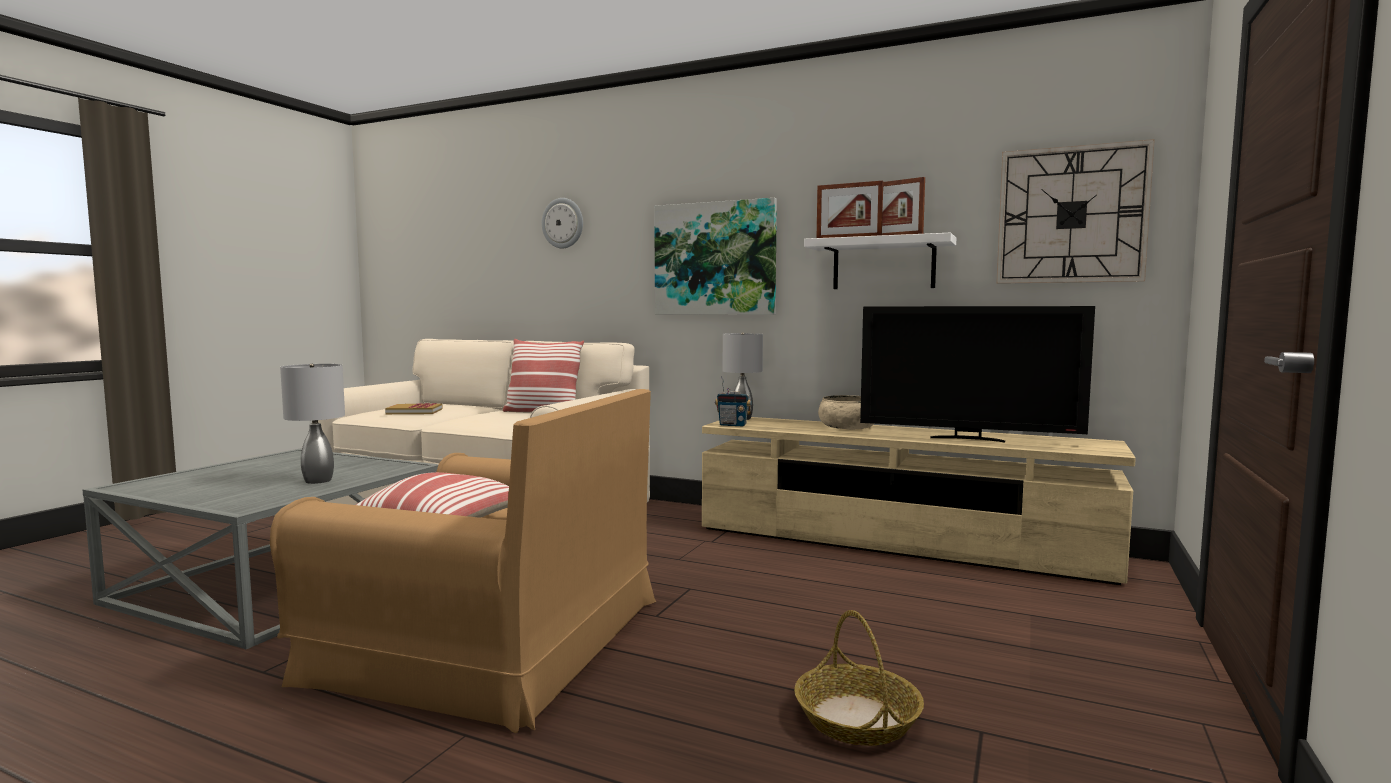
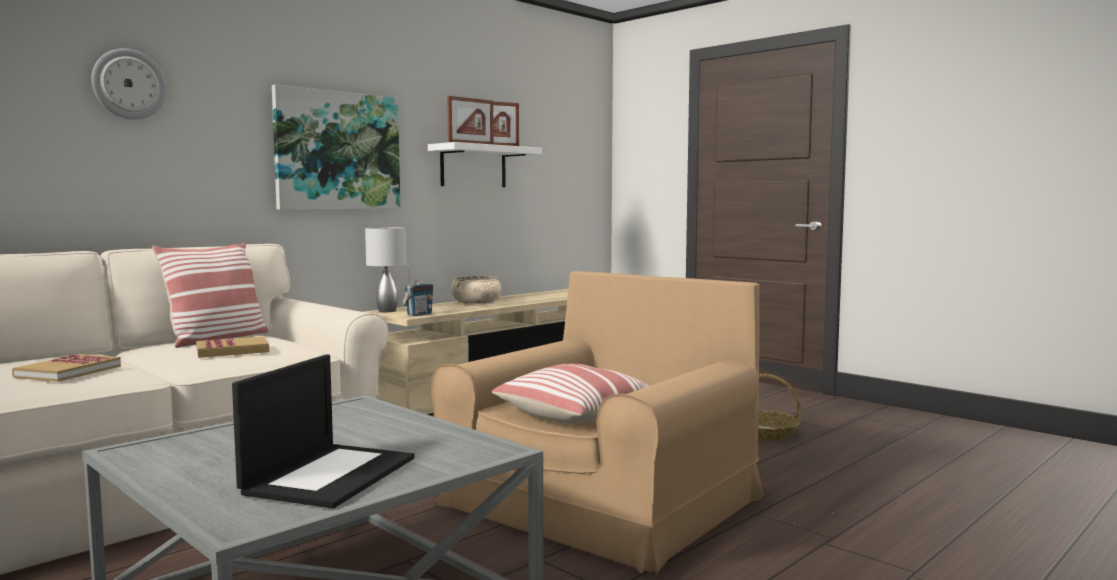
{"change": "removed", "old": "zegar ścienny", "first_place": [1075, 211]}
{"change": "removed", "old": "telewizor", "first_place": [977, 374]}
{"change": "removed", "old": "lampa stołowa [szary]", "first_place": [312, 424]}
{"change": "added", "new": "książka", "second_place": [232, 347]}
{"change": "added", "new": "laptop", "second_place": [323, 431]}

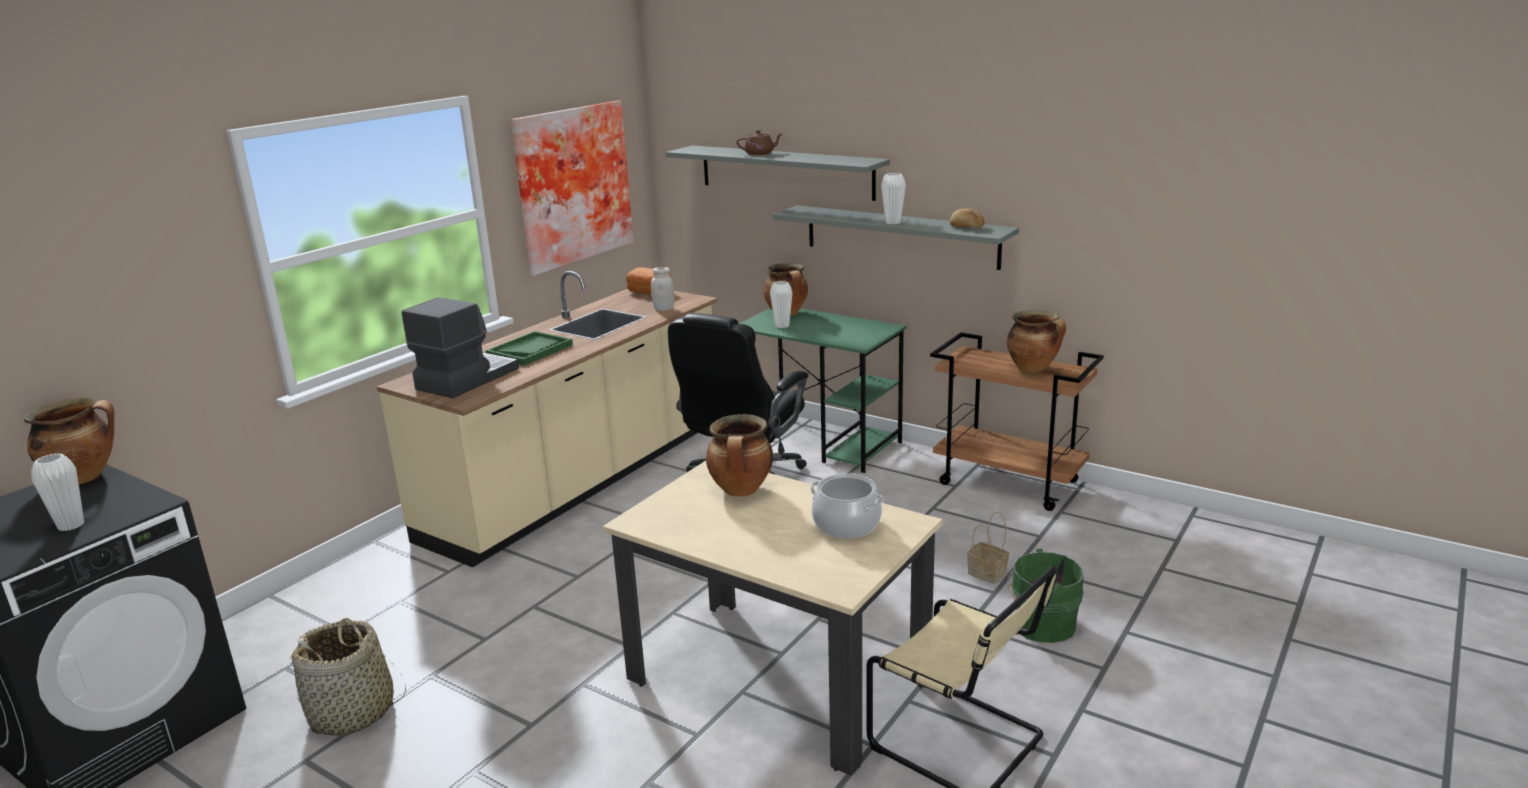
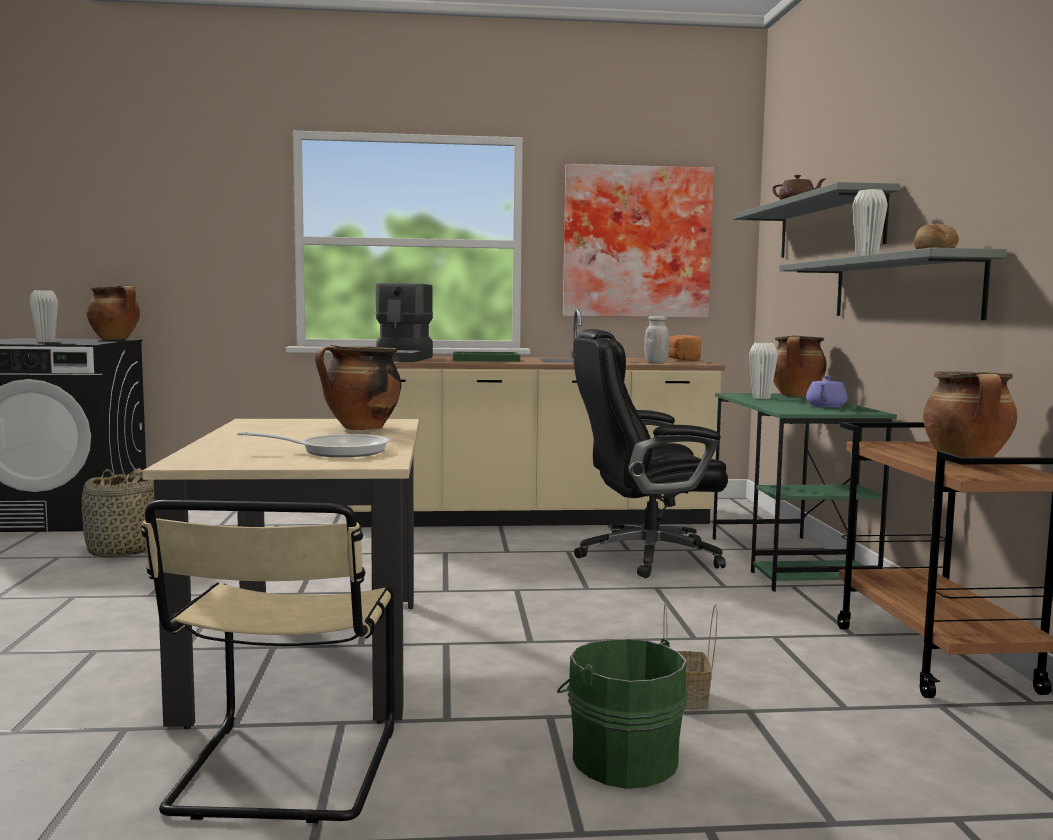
{"change": "turned", "old": "ekspres do kawy", "first_place": [460, 347], "second_place": [404, 322], "degrees": 105}
{"change": "replaced", "old": "garnek", "new": "patelnia", "first_place": [847, 506], "second_place": [313, 444]}
{"change": "added", "new": "imbryk [fioletowy]", "second_place": [827, 391]}

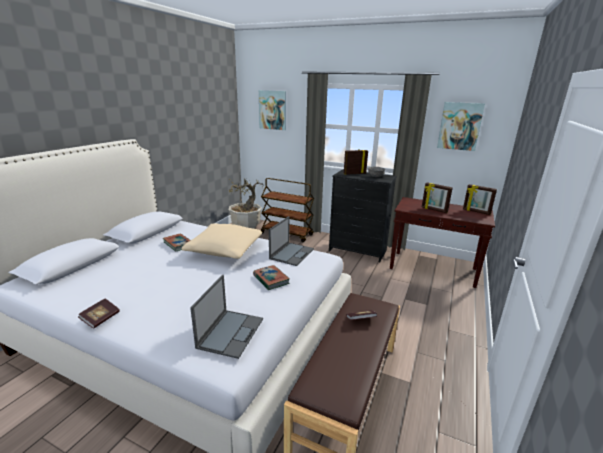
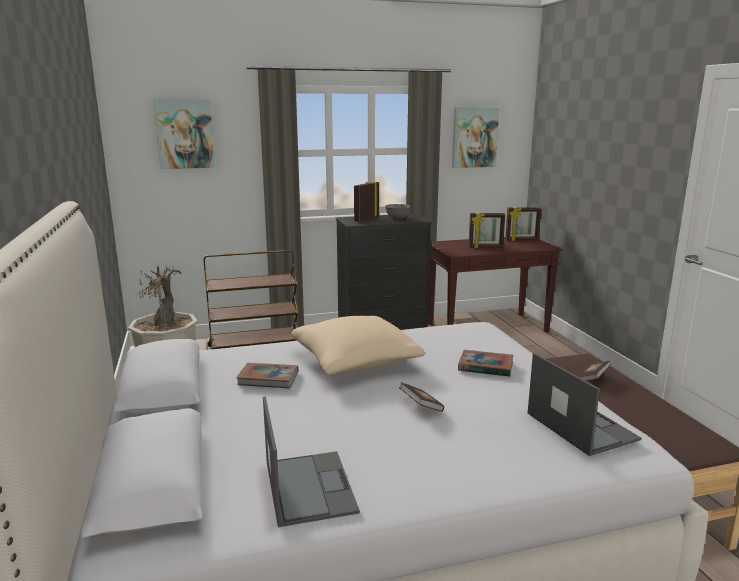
{"change": "moved", "old": "laptop", "first_place": [291, 241], "second_place": [311, 462]}
{"change": "moved", "old": "książka", "first_place": [99, 314], "second_place": [421, 397]}

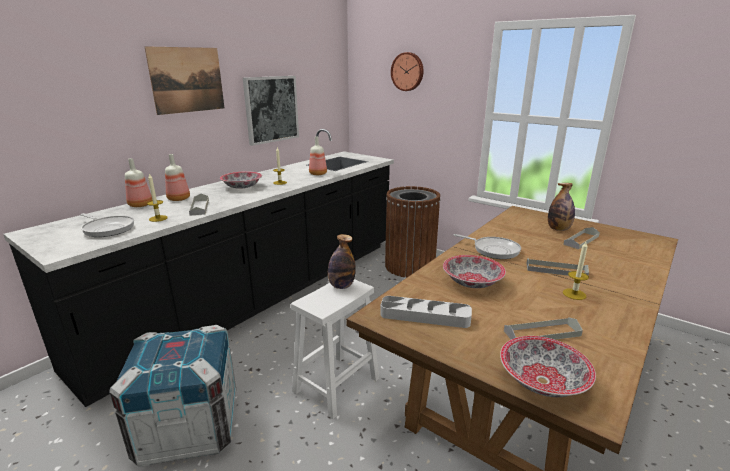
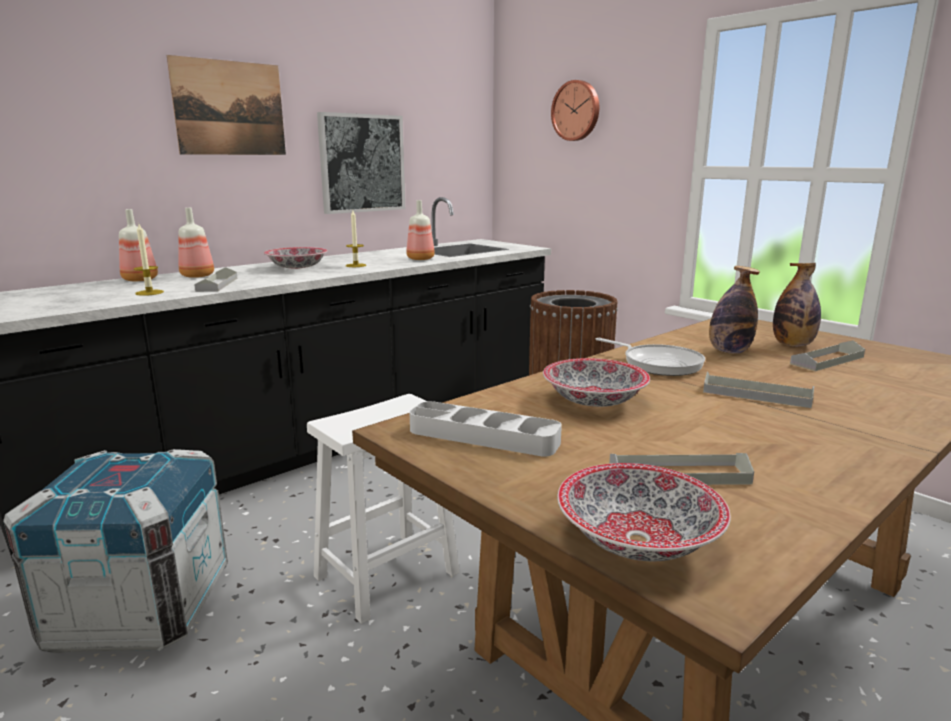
{"change": "removed", "old": "patelnia", "first_place": [107, 225]}
{"change": "moved", "old": "butelka", "first_place": [342, 261], "second_place": [734, 310]}
{"change": "removed", "old": "świeca", "first_place": [576, 271]}

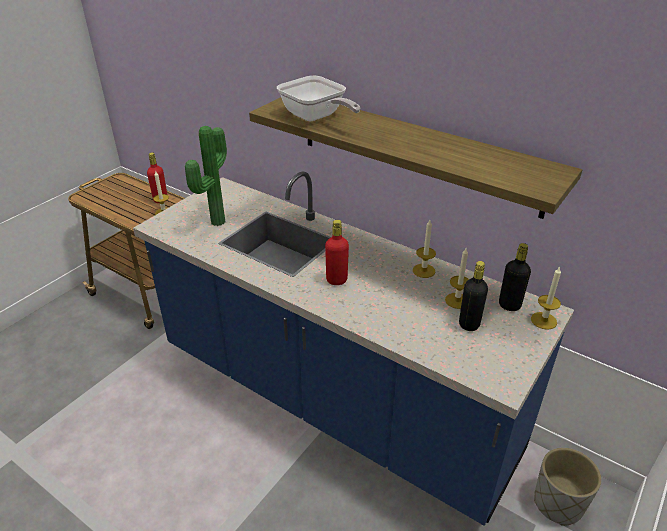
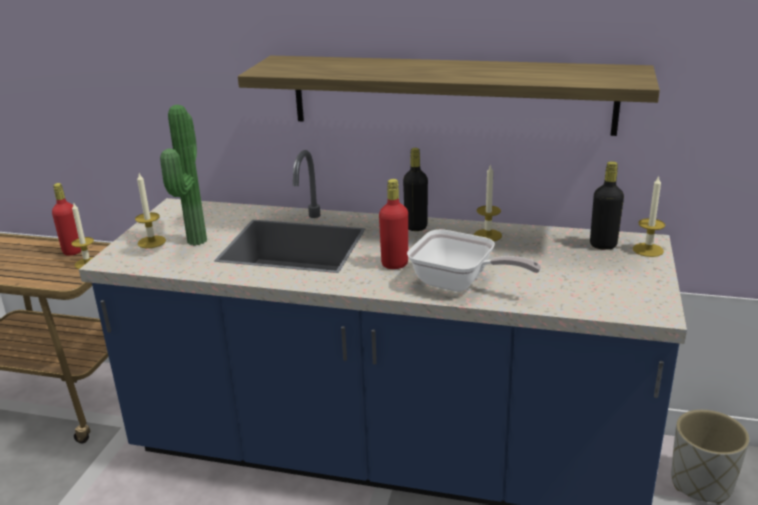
{"change": "moved", "old": "patelnia", "first_place": [318, 98], "second_place": [474, 260]}
{"change": "moved", "old": "świeca", "first_place": [457, 278], "second_place": [150, 210]}
{"change": "moved", "old": "butelka [czarny]", "first_place": [473, 296], "second_place": [415, 189]}

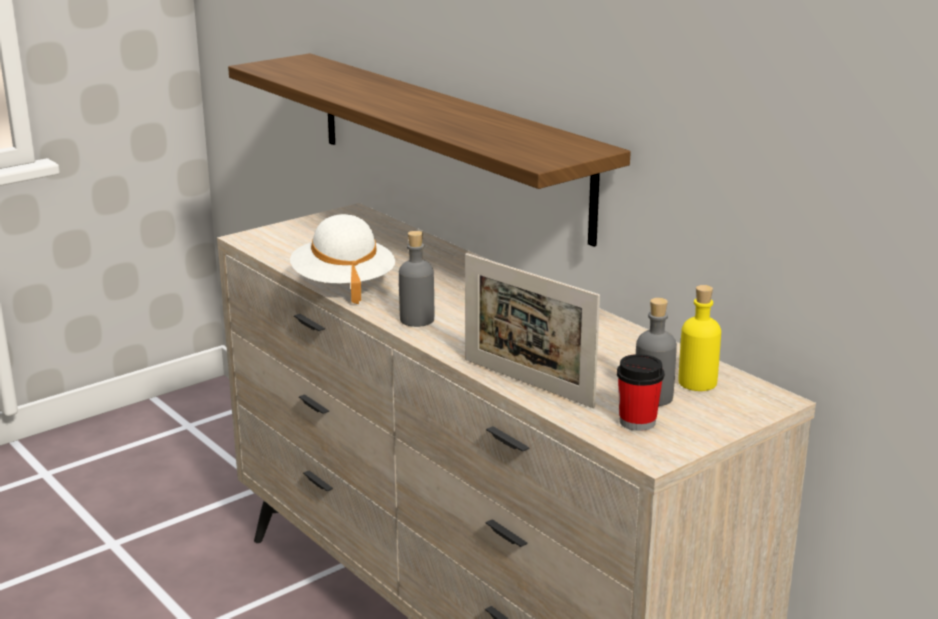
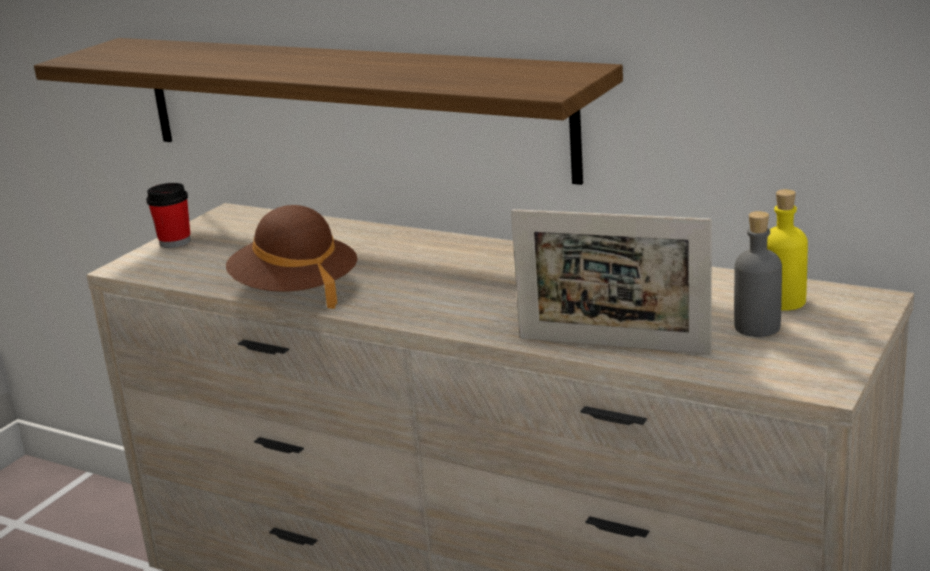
{"change": "recoloured", "old": "kapelusz [biały]", "new": "kapelusz [brązowy]", "first_place": [342, 259], "second_place": [292, 257]}
{"change": "removed", "old": "butelka [szary]", "first_place": [416, 279]}
{"change": "moved", "old": "filiżanka", "first_place": [640, 392], "second_place": [168, 215]}

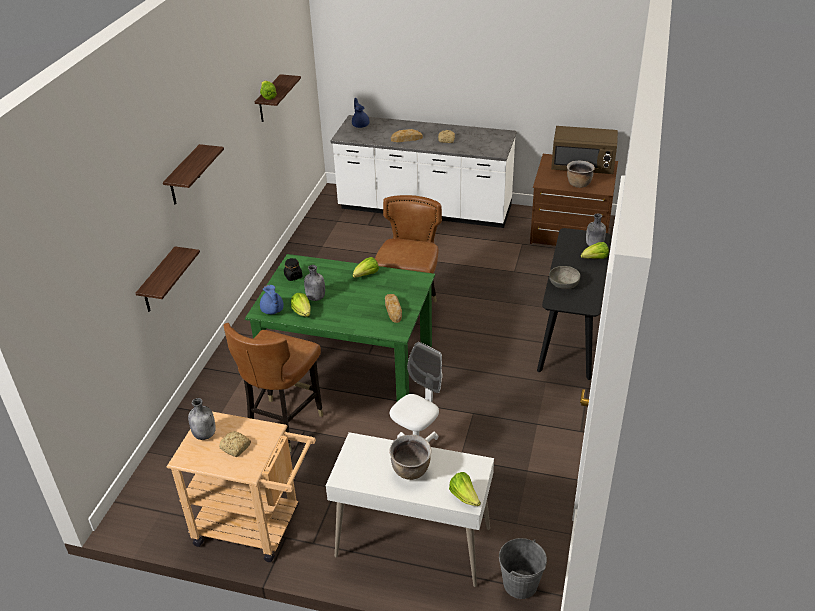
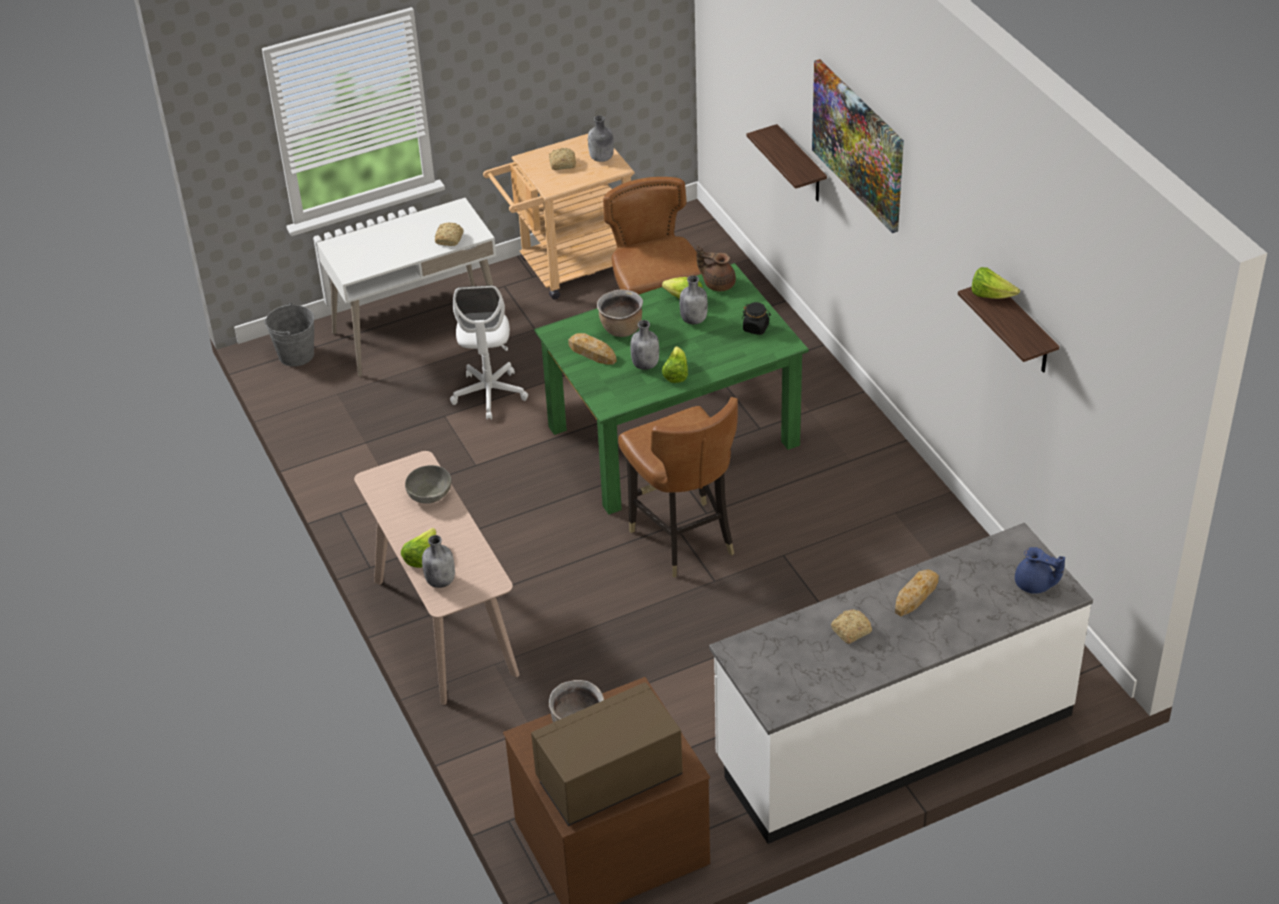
{"change": "replaced", "old": "półka", "new": "obraz", "first_place": [193, 174], "second_place": [858, 146]}
{"change": "recoloured", "old": "stolik konsolowy [czarny]", "new": "stolik konsolowy [beżowy]", "first_place": [574, 304], "second_place": [437, 578]}
{"change": "recoloured", "old": "imbryk [niebieski]", "new": "imbryk [brązowy]", "first_place": [272, 299], "second_place": [716, 268]}
{"change": "moved", "old": "garnek [brązowy]", "first_place": [410, 457], "second_place": [620, 313]}
{"change": "removed", "old": "sałata", "first_place": [465, 489]}
{"change": "added", "new": "chleb", "second_place": [449, 234]}
{"change": "added", "new": "butelka [szary]", "second_place": [644, 345]}

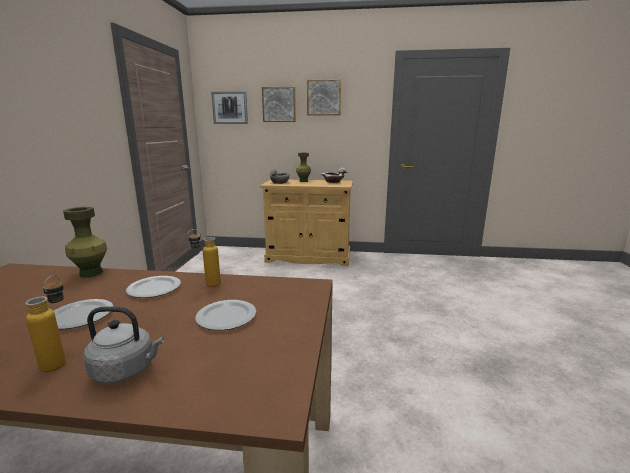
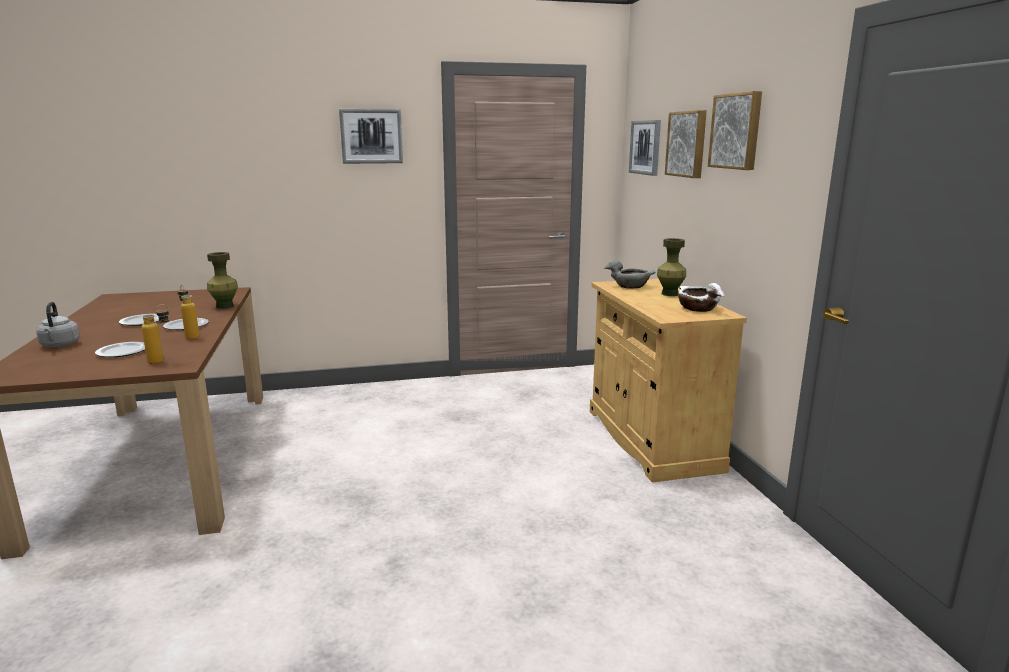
{"change": "moved", "old": "butelka", "first_place": [45, 323], "second_place": [155, 334]}
{"change": "added", "new": "obraz", "second_place": [371, 136]}

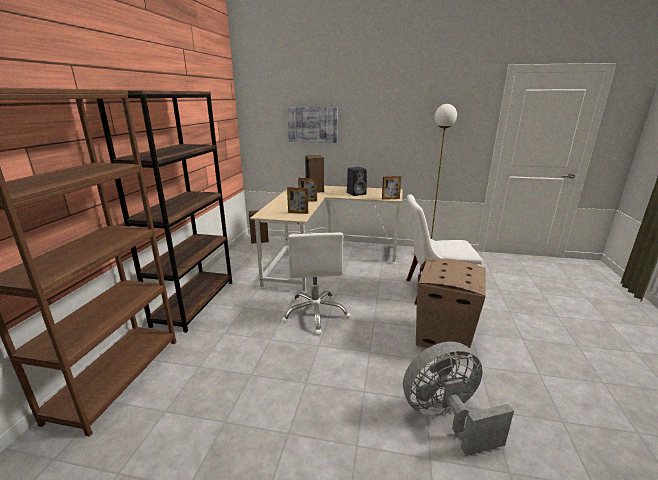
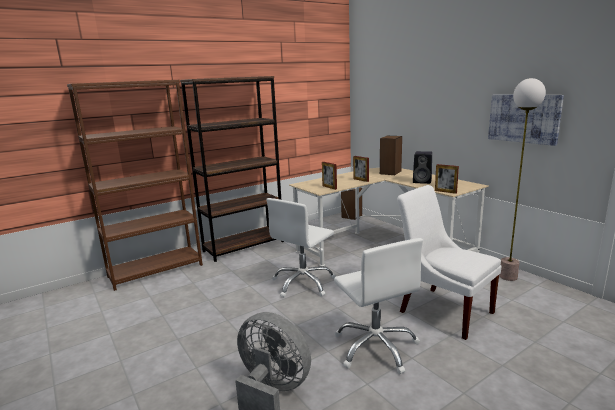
{"change": "moved", "old": "obraz", "first_place": [312, 125], "second_place": [526, 120]}
{"change": "replaced", "old": "karton", "new": "krzesło biurowe [biały]", "first_place": [451, 307], "second_place": [378, 306]}

